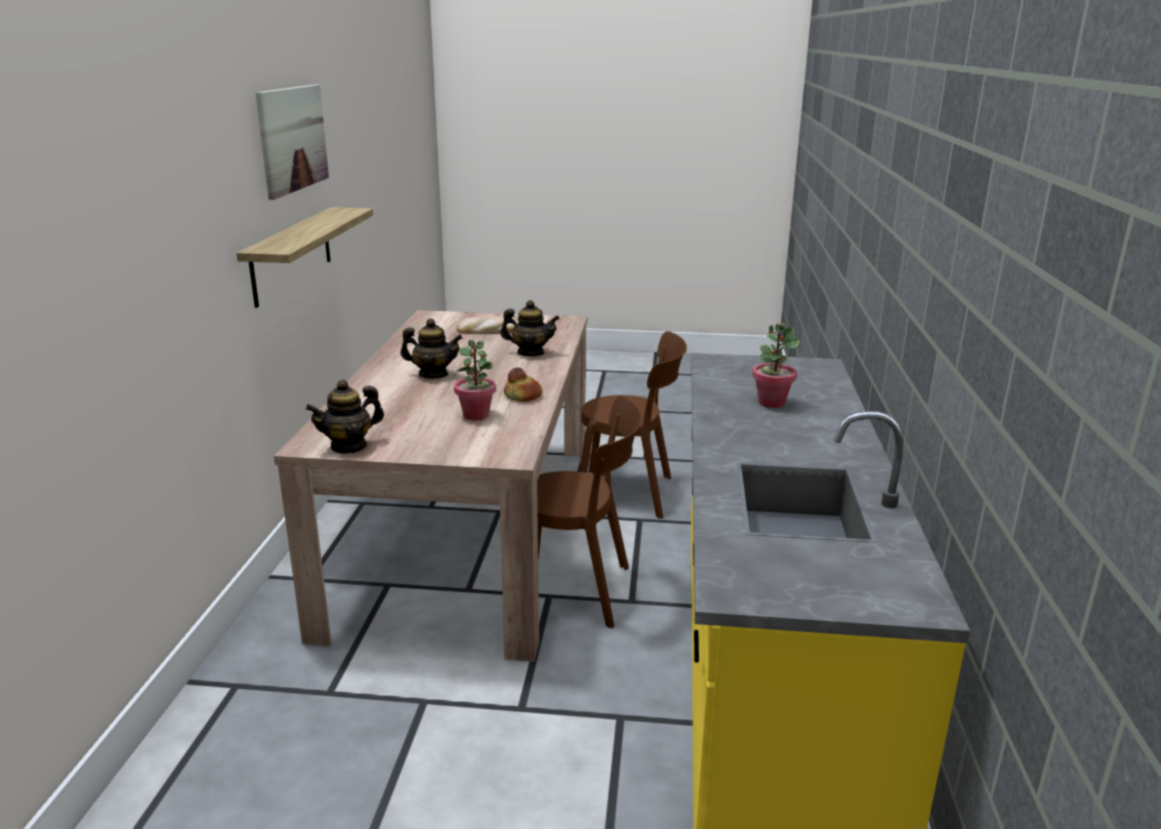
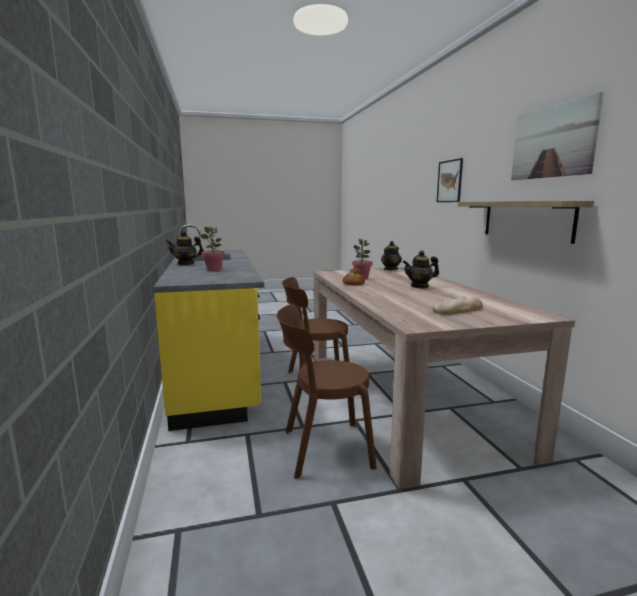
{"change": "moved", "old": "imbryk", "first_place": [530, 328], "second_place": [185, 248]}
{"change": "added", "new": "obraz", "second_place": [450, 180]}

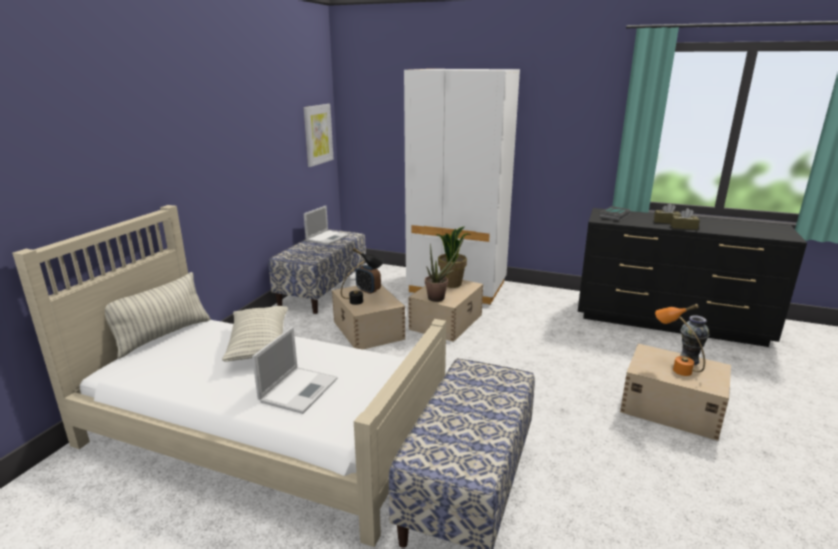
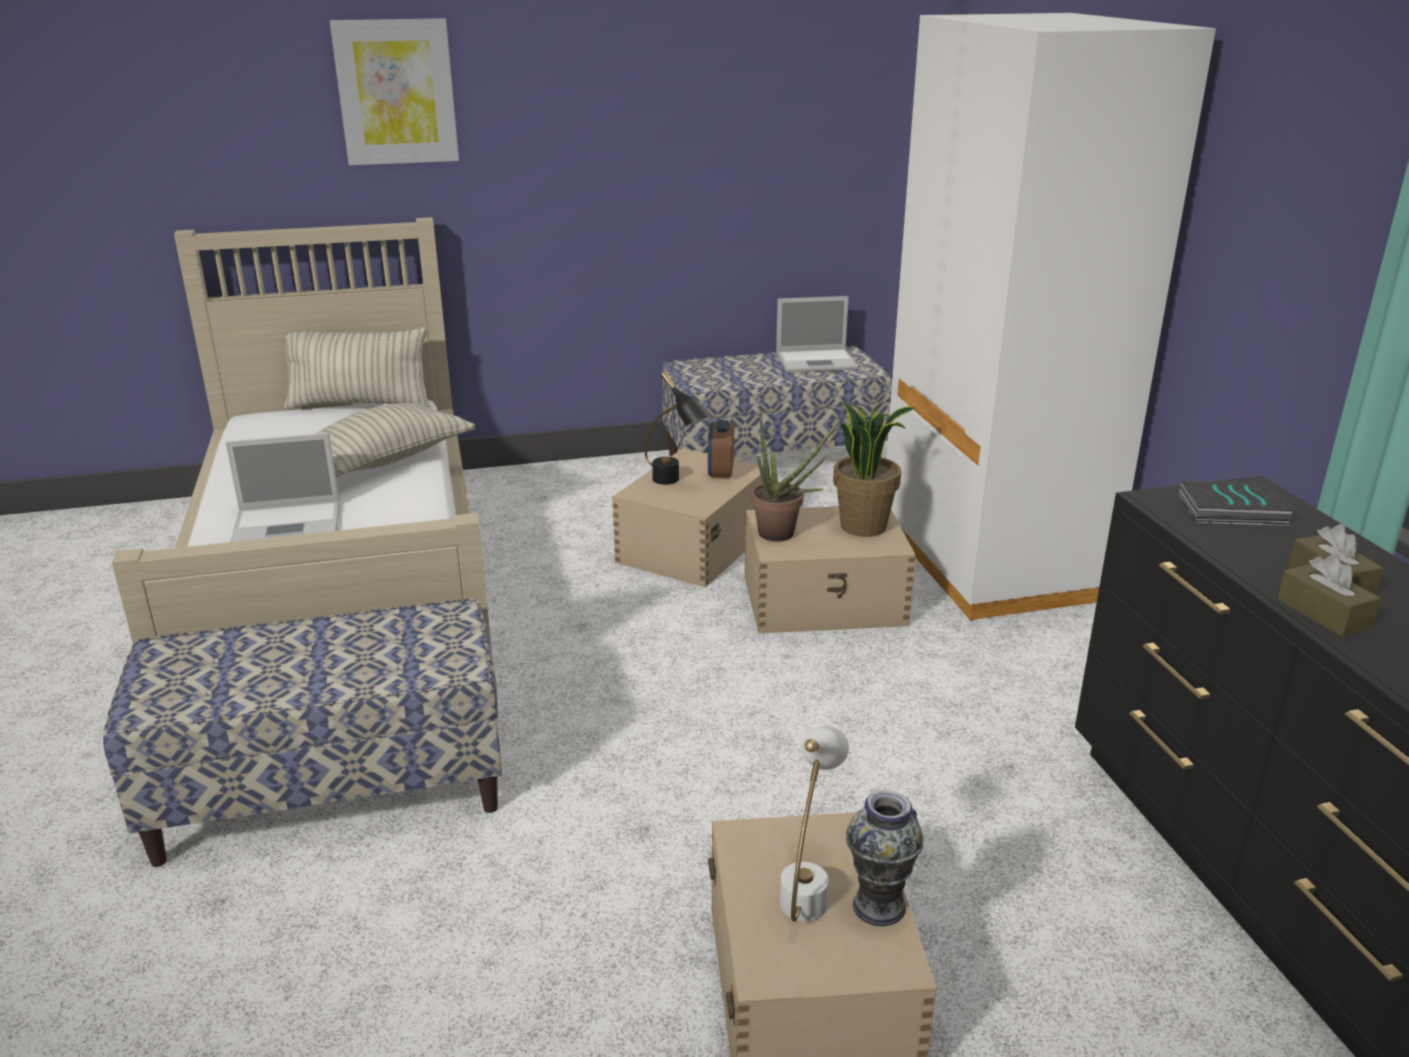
{"change": "moved", "old": "obraz", "first_place": [318, 135], "second_place": [394, 91]}
{"change": "recoloured", "old": "lampa stołowa [pomarańczowy]", "new": "lampa stołowa [biały]", "first_place": [680, 340], "second_place": [814, 824]}

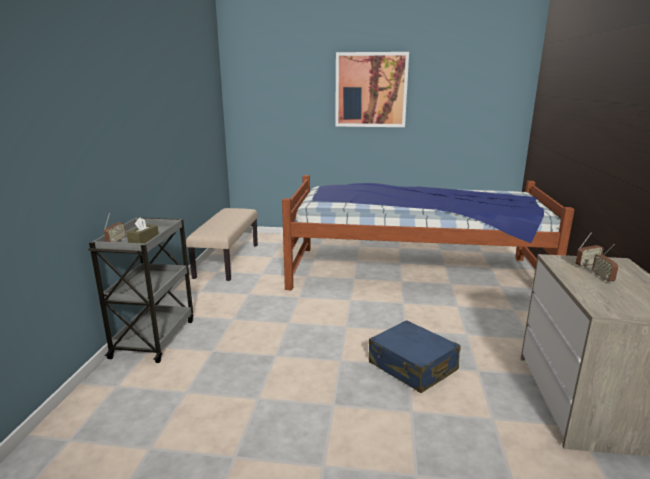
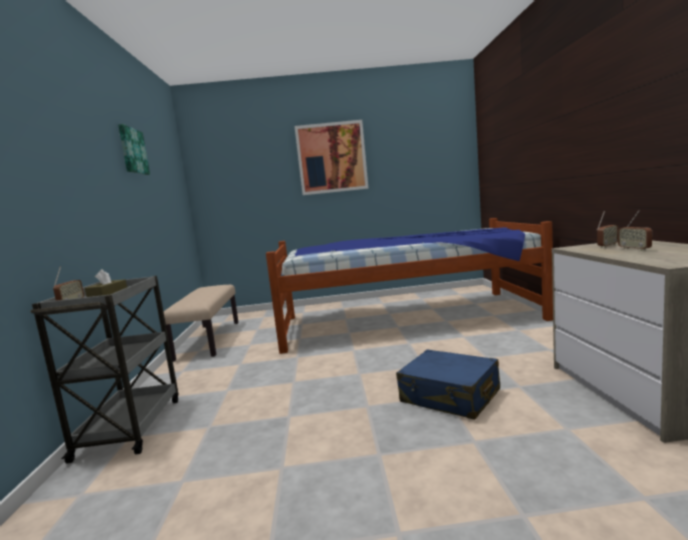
{"change": "added", "new": "obraz", "second_place": [134, 149]}

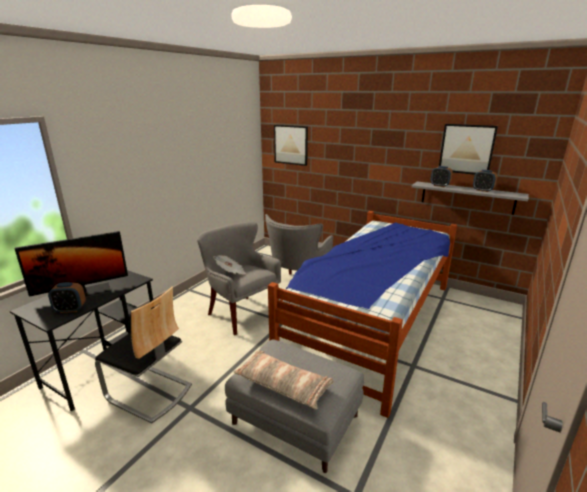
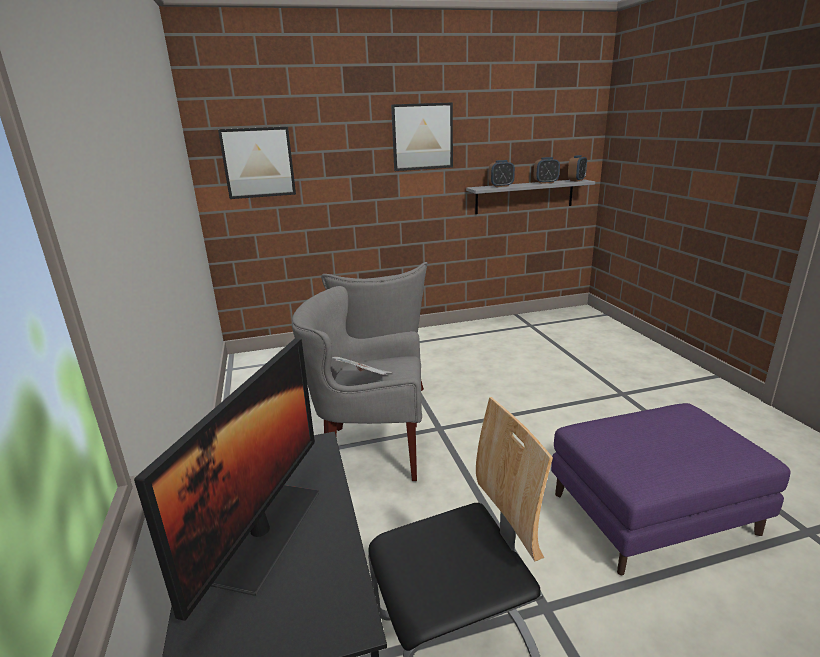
{"change": "moved", "old": "obraz", "first_place": [468, 149], "second_place": [422, 136]}
{"change": "removed", "old": "łóżko", "first_place": [362, 314]}
{"change": "moved", "old": "budzik", "first_place": [67, 297], "second_place": [577, 168]}
{"change": "recoloured", "old": "pufa [szary]", "new": "pufa [fioletowy]", "first_place": [294, 406], "second_place": [670, 489]}
{"change": "removed", "old": "poduszka", "first_place": [284, 379]}

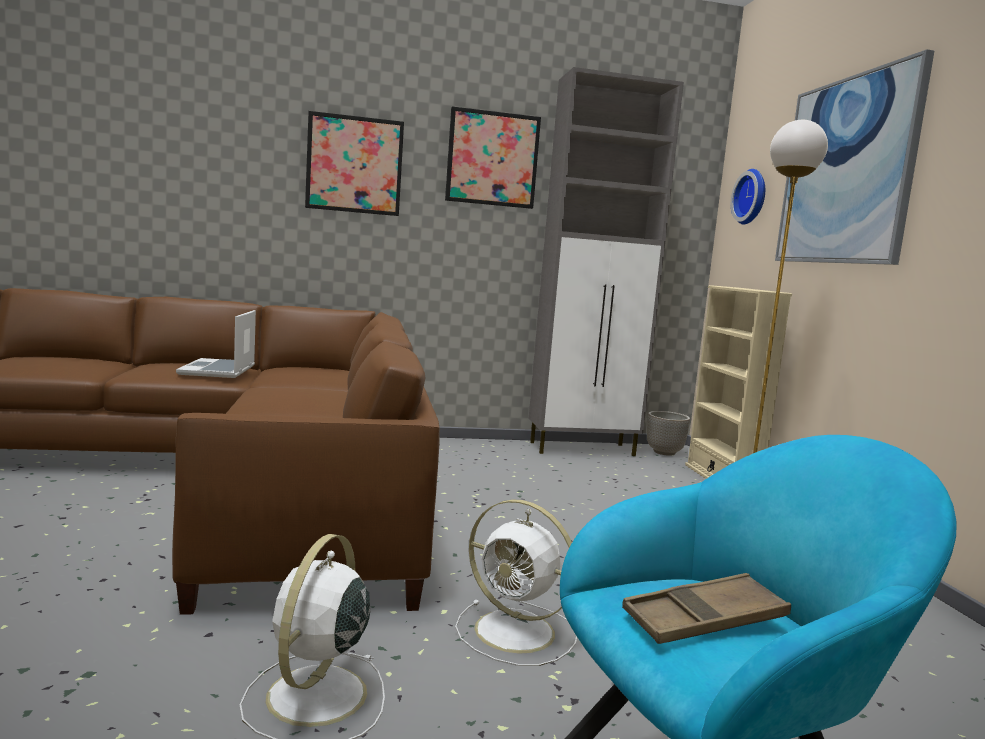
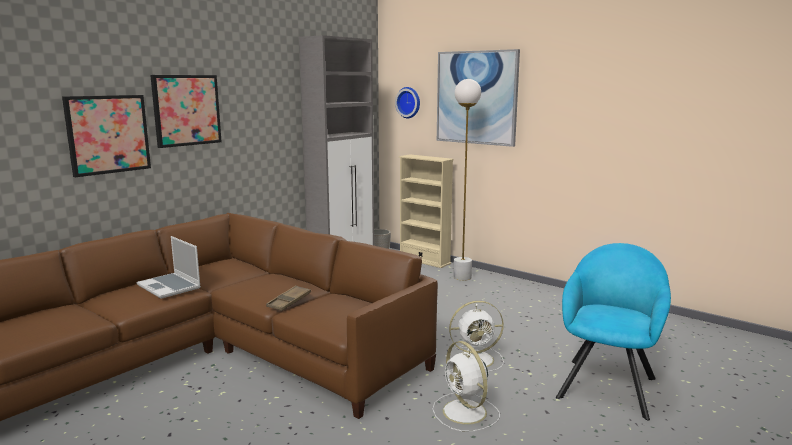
{"change": "moved", "old": "obraz", "first_place": [493, 158], "second_place": [106, 136]}
{"change": "moved", "old": "taca [brązowy]", "first_place": [706, 608], "second_place": [288, 298]}

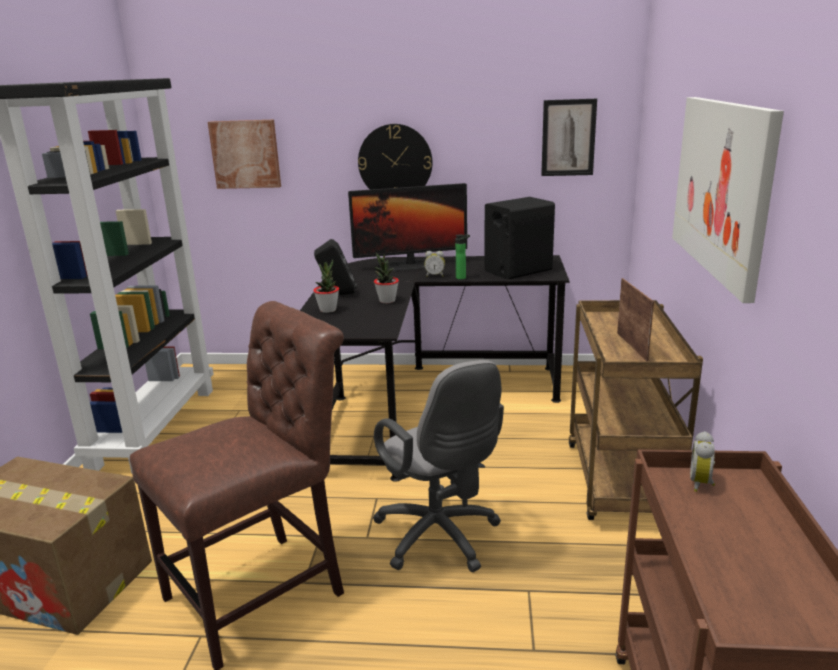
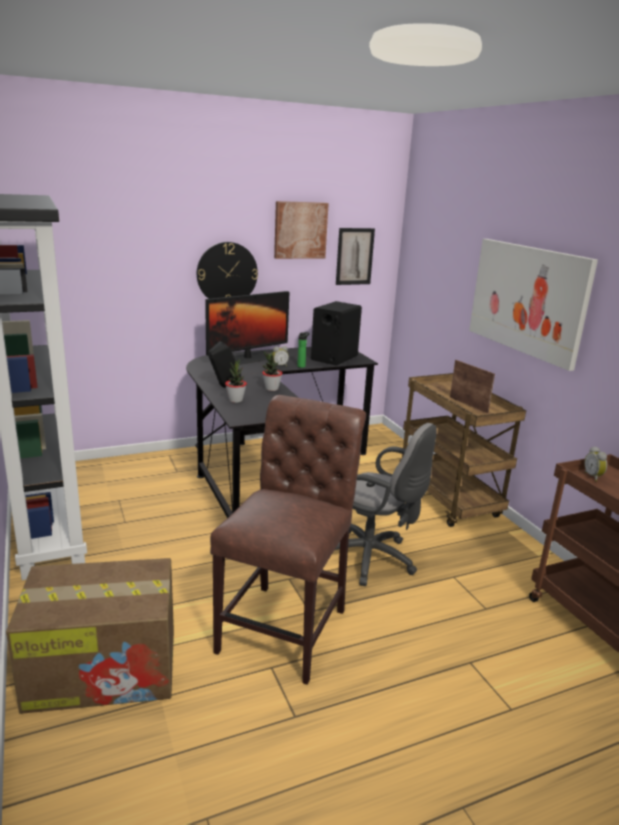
{"change": "moved", "old": "obraz", "first_place": [244, 154], "second_place": [301, 230]}

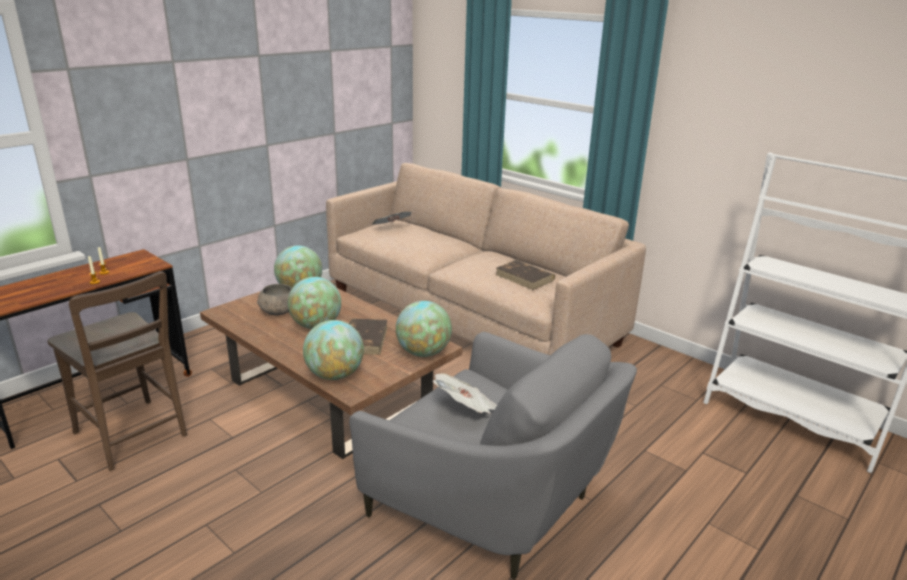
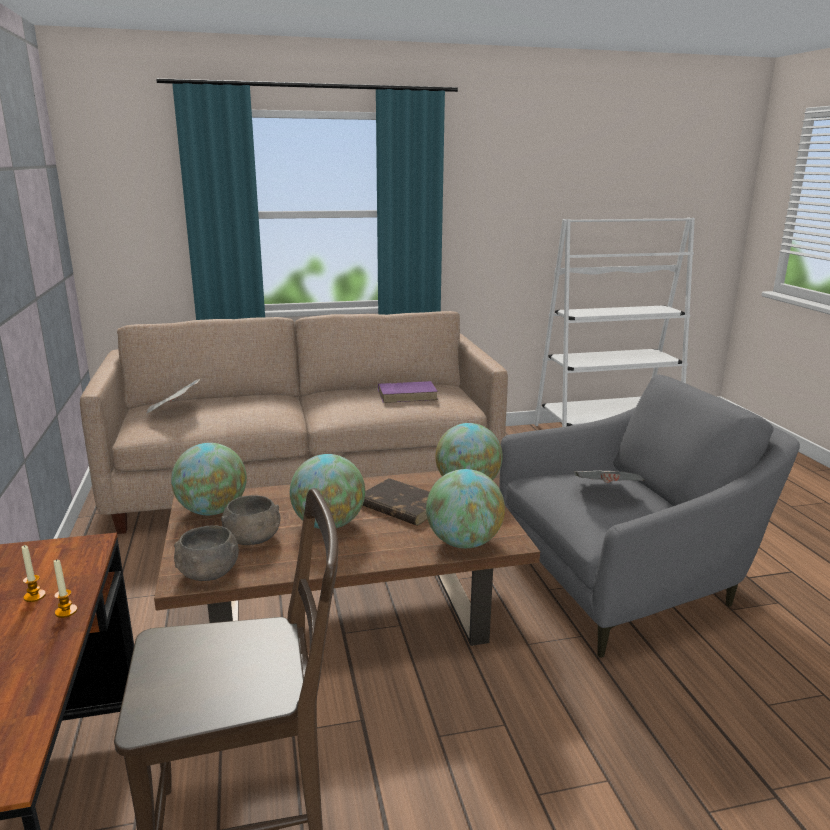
{"change": "recoloured", "old": "książka [brązowy]", "new": "książka [fioletowy]", "first_place": [525, 275], "second_place": [408, 392]}
{"change": "added", "new": "miska [szary]", "second_place": [206, 553]}

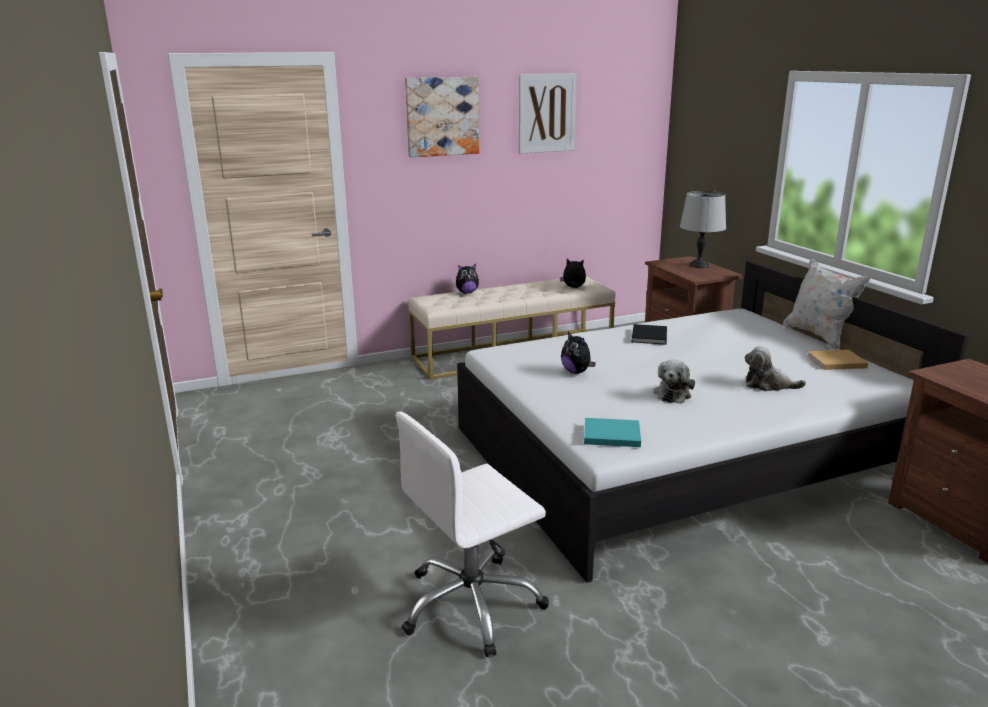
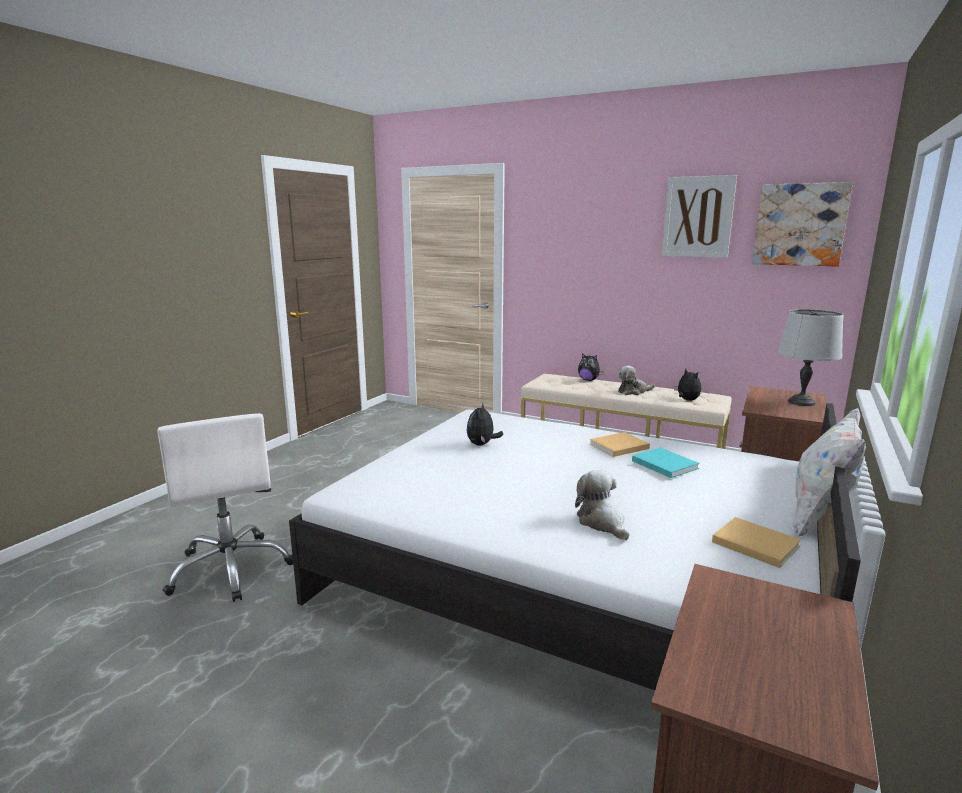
{"change": "moved", "old": "obraz", "first_place": [442, 117], "second_place": [802, 224]}
{"change": "recoloured", "old": "książka [czarny]", "new": "książka [beżowy]", "first_place": [649, 334], "second_place": [619, 444]}
{"change": "moved", "old": "pluszak", "first_place": [674, 382], "second_place": [636, 380]}
{"change": "turned", "old": "krzesło biurowe [biały]", "first_place": [472, 534], "second_place": [225, 507], "degrees": -135}
{"change": "moved", "old": "książka [turkusowy]", "first_place": [612, 432], "second_place": [666, 463]}

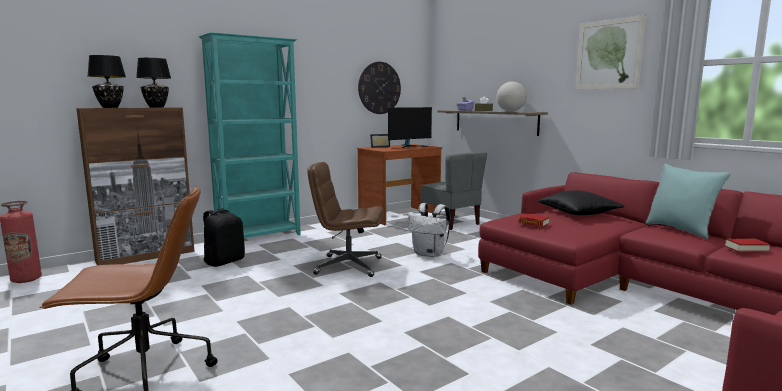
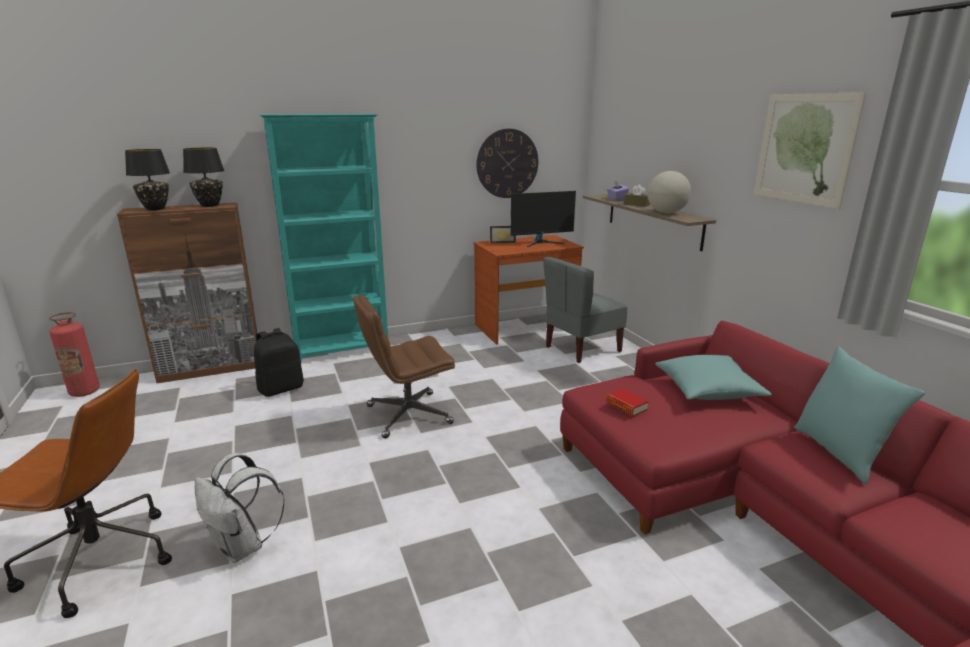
{"change": "turned", "old": "krzesło [szary]", "first_place": [454, 191], "second_place": [585, 310], "degrees": 75}
{"change": "turned", "old": "krzesło biurowe [brązowy]", "first_place": [345, 219], "second_place": [404, 367], "degrees": -45}
{"change": "recoloured", "old": "poduszka [czarny]", "new": "poduszka [turkusowy]", "first_place": [581, 202], "second_place": [713, 377]}
{"change": "moved", "old": "plecak [biały]", "first_place": [429, 230], "second_place": [240, 508]}
{"change": "removed", "old": "książka", "first_place": [748, 245]}

